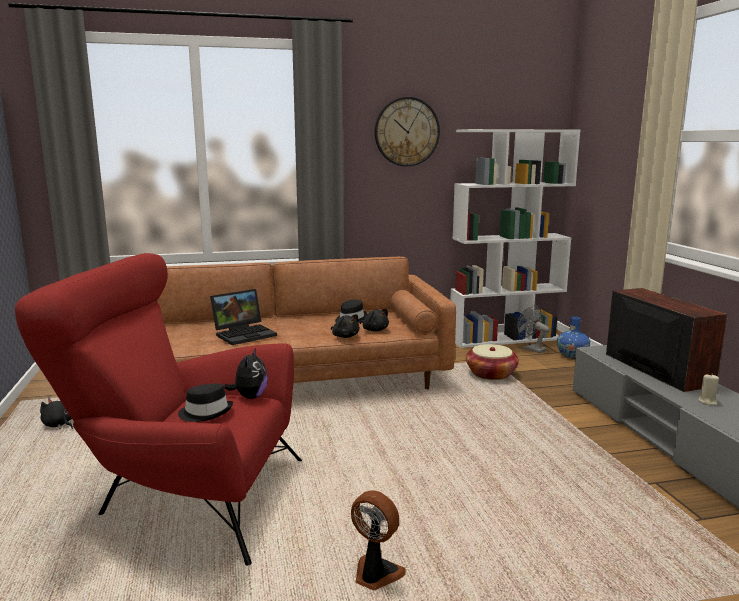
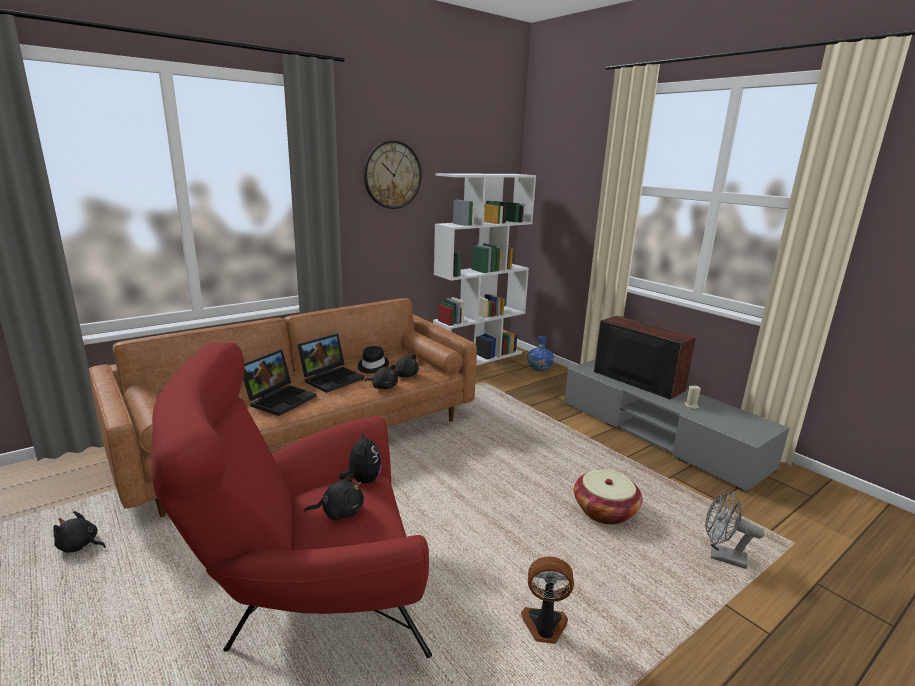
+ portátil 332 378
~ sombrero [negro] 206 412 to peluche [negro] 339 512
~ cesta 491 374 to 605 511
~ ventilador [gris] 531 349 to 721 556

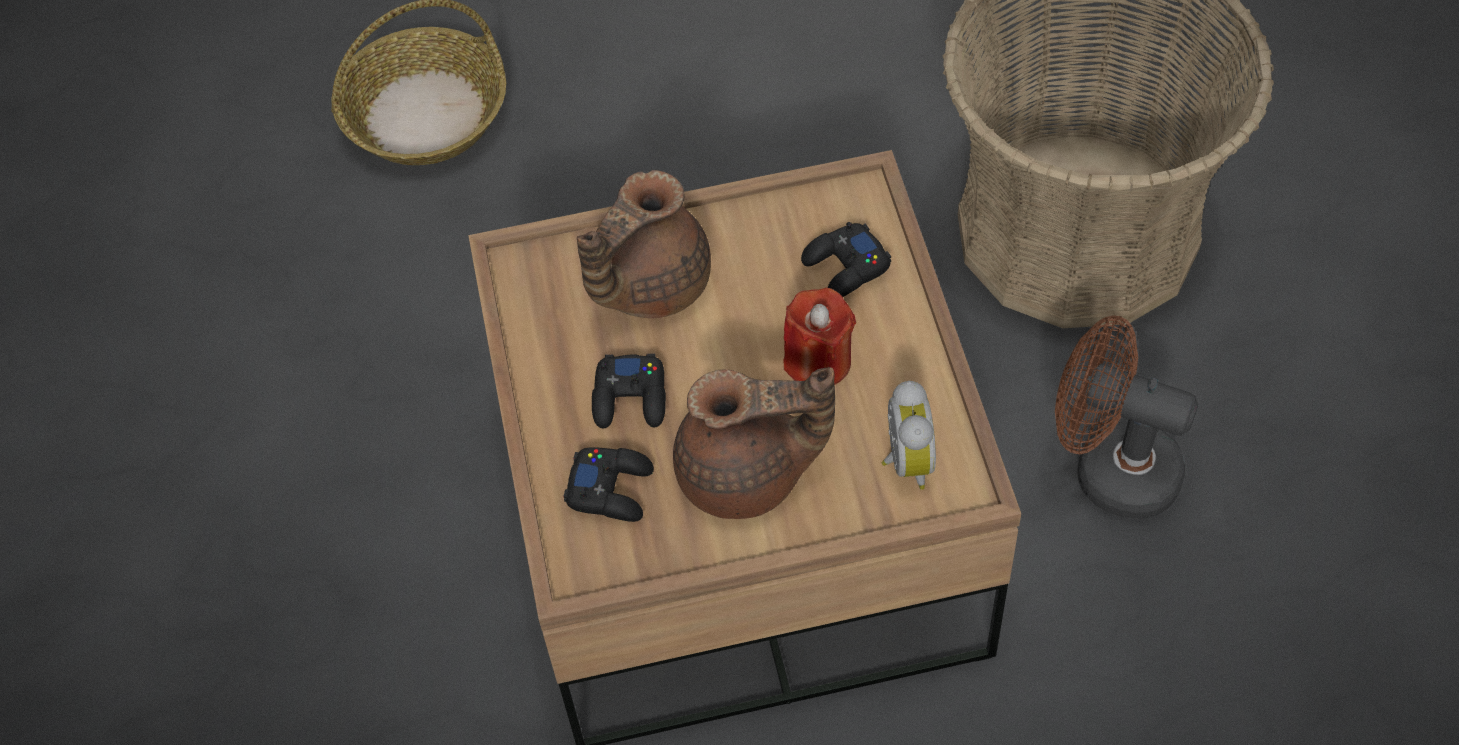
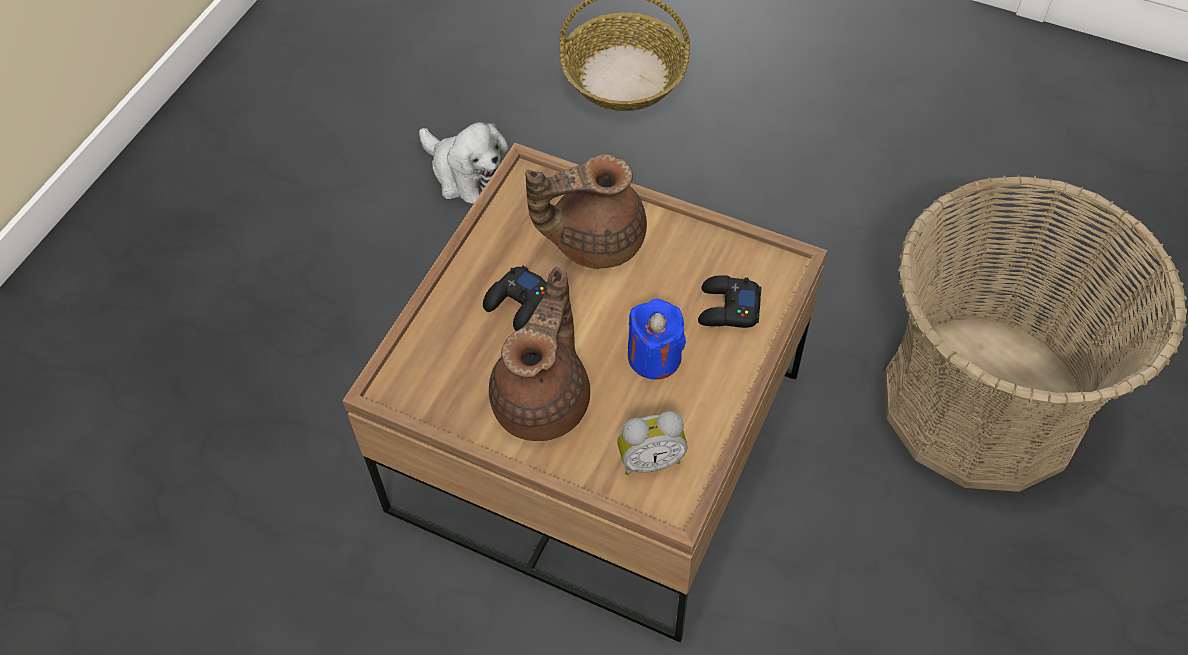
+ peluche 466 174
~ tetera [marrón] 747 475 = 544 399 105 degrees counterclockwise
~ despertador 904 462 = 650 459 45 degrees clockwise
~ vela [rojo] 818 361 to vela [azul] 654 357
- mando de consola [negro] 611 489
- ventilador [marrón] 1110 469

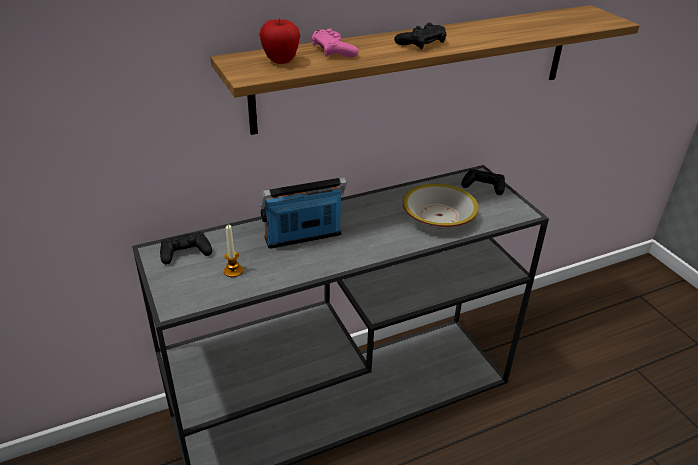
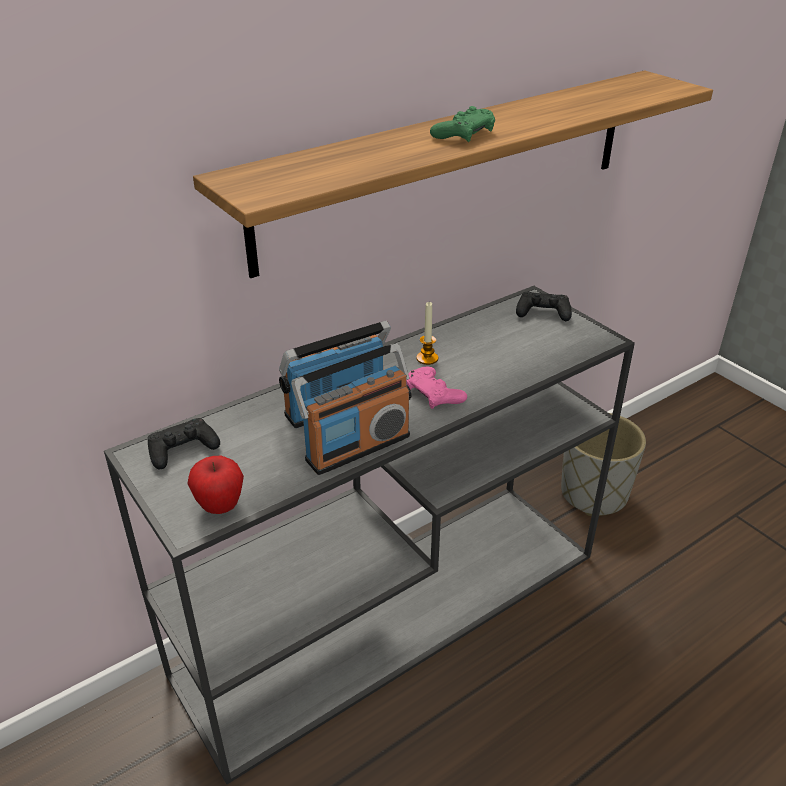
~ manzana 281 61 to 220 506
+ radio 357 447
~ mando de consola [rosa] 333 51 to 434 394
~ vela 233 271 to 427 358
~ mando de consola [negro] 421 43 to mando de consola [verde] 464 134
+ maceta [gris] 594 494
- cuenco 439 216

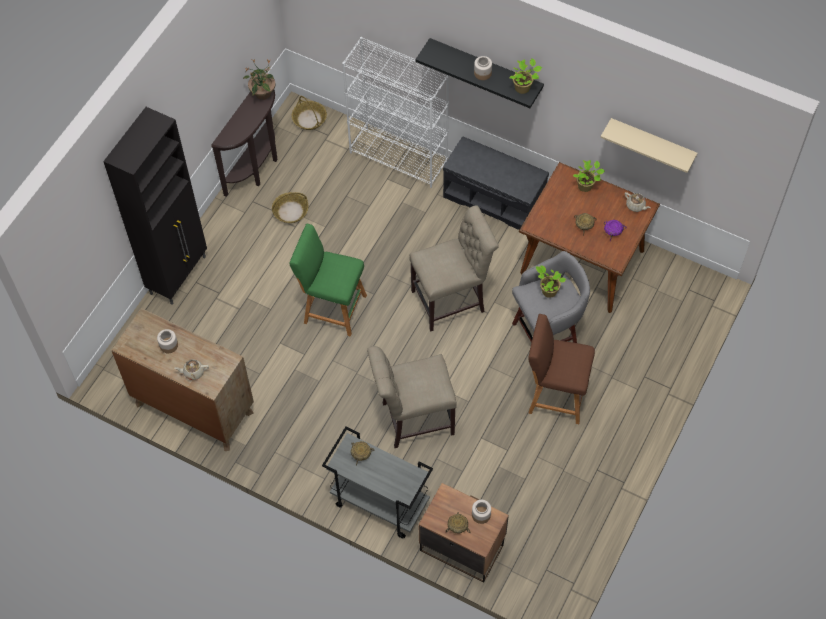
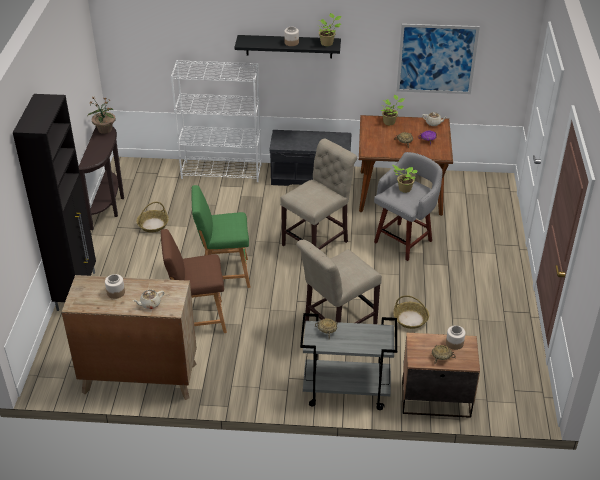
~ taburete [marrón] 554 395 to 197 319
~ cesta 309 119 to 411 319
~ estante [beis] 652 143 to cuadro 436 59

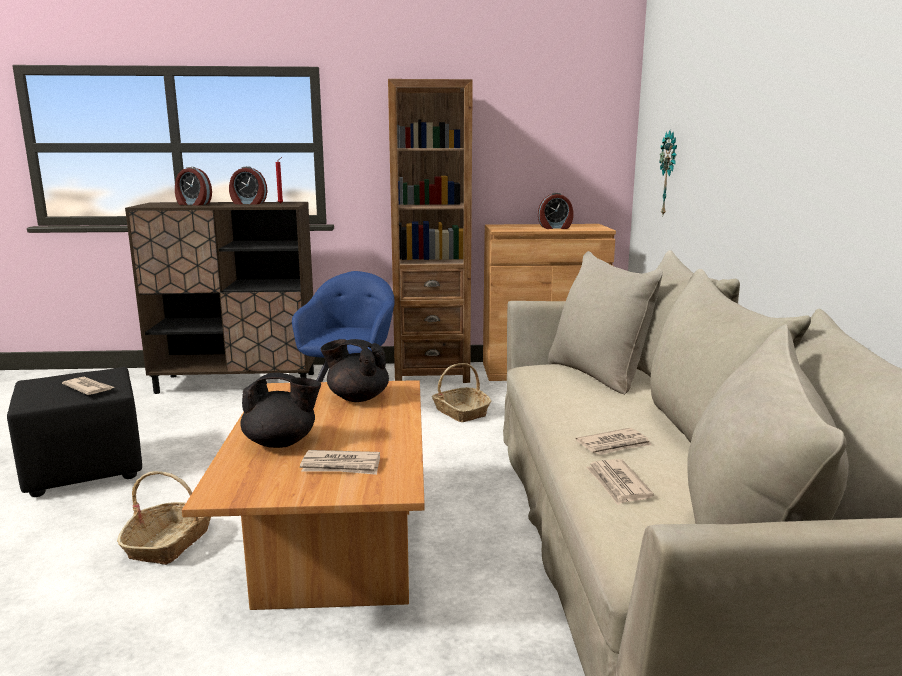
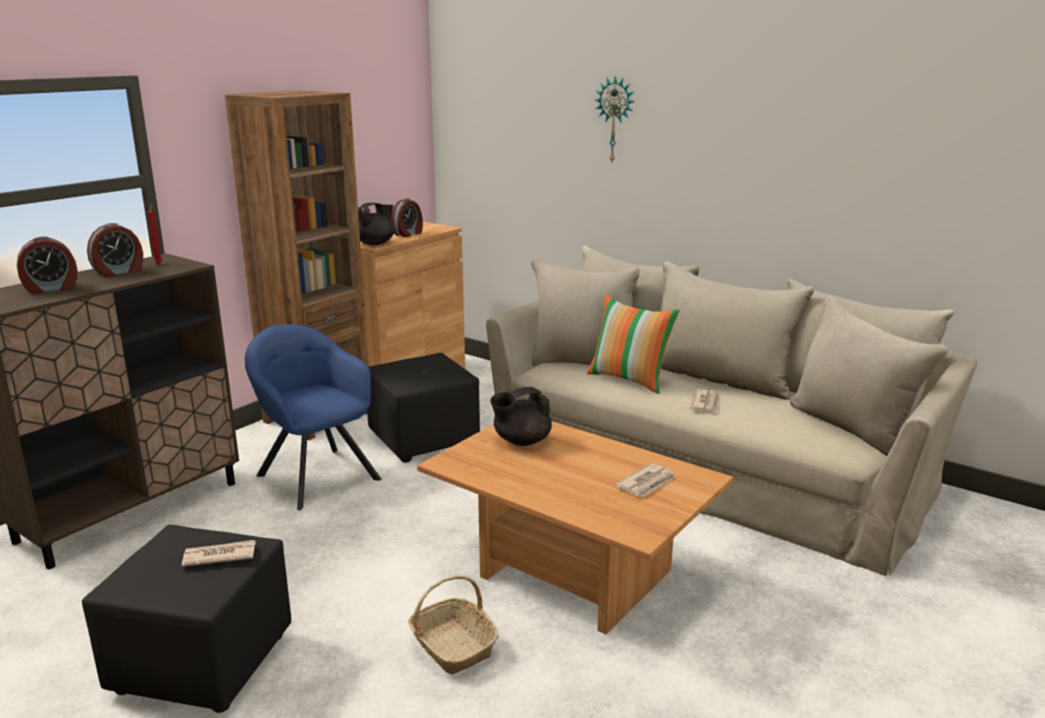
~ tetera [negro] 281 443 to 375 243
~ cesta 460 412 to puf [negro] 422 440
+ cojín 629 379
~ reloj de pared 670 173 to 615 120
- periódico 617 484

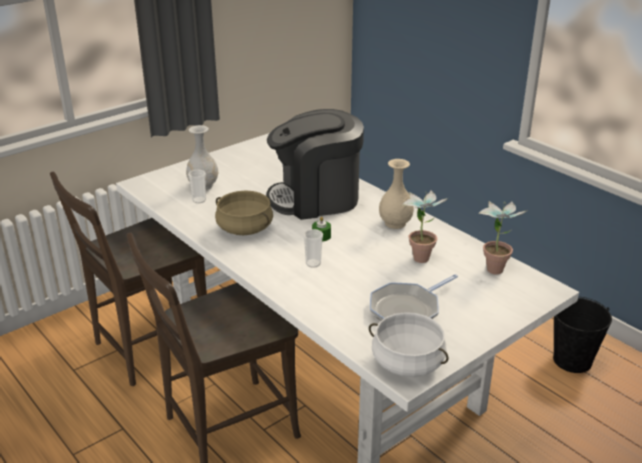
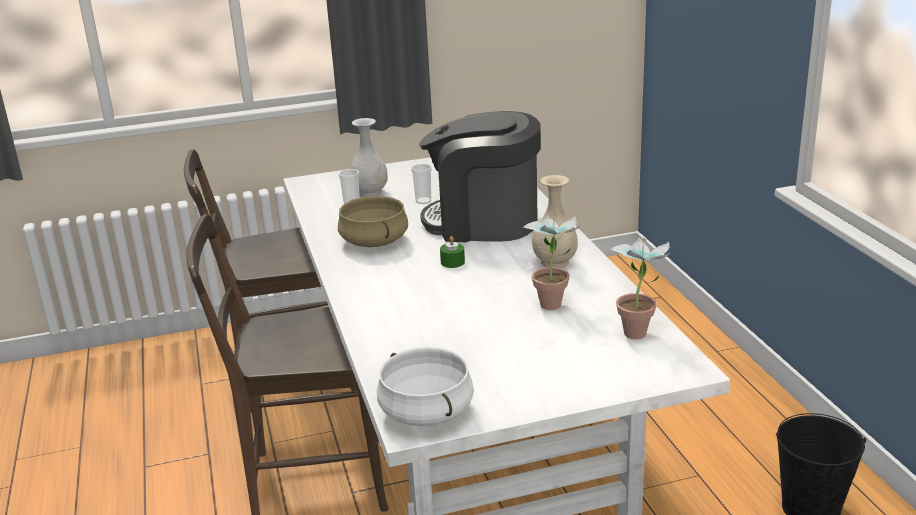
~ taza 313 263 to 423 201
- sartén 407 309

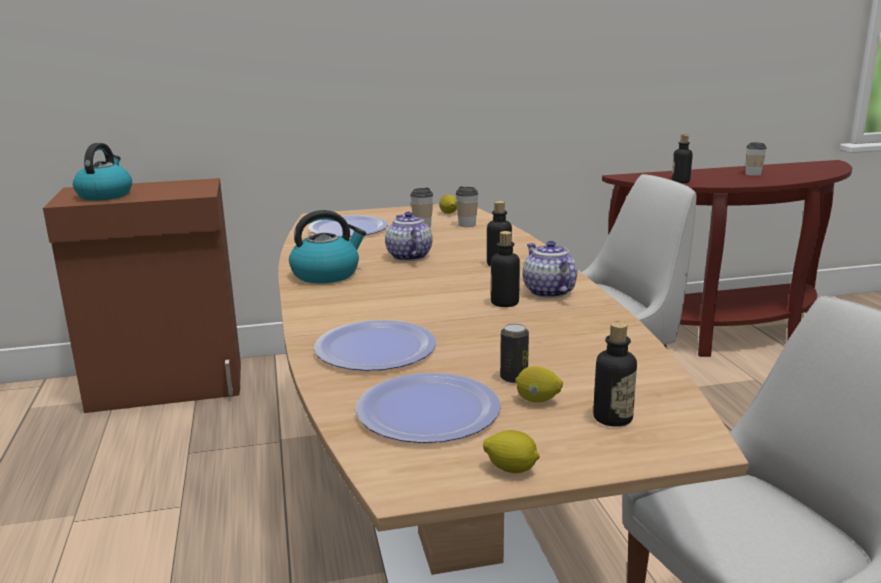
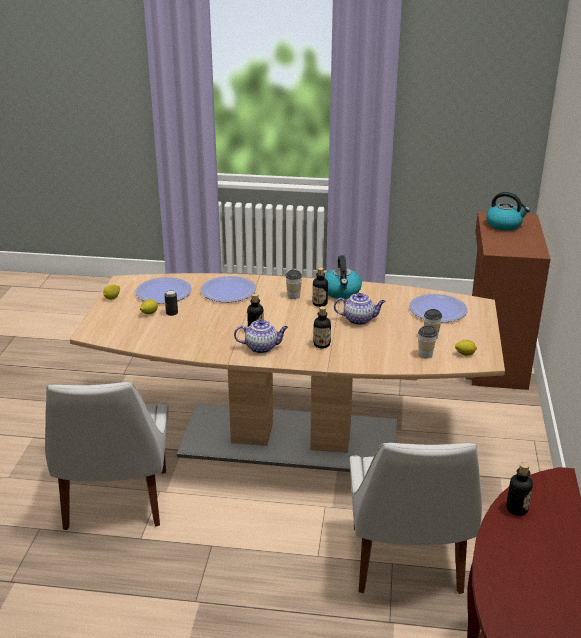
~ taza 753 174 to 293 296
~ botella 612 418 to 320 303

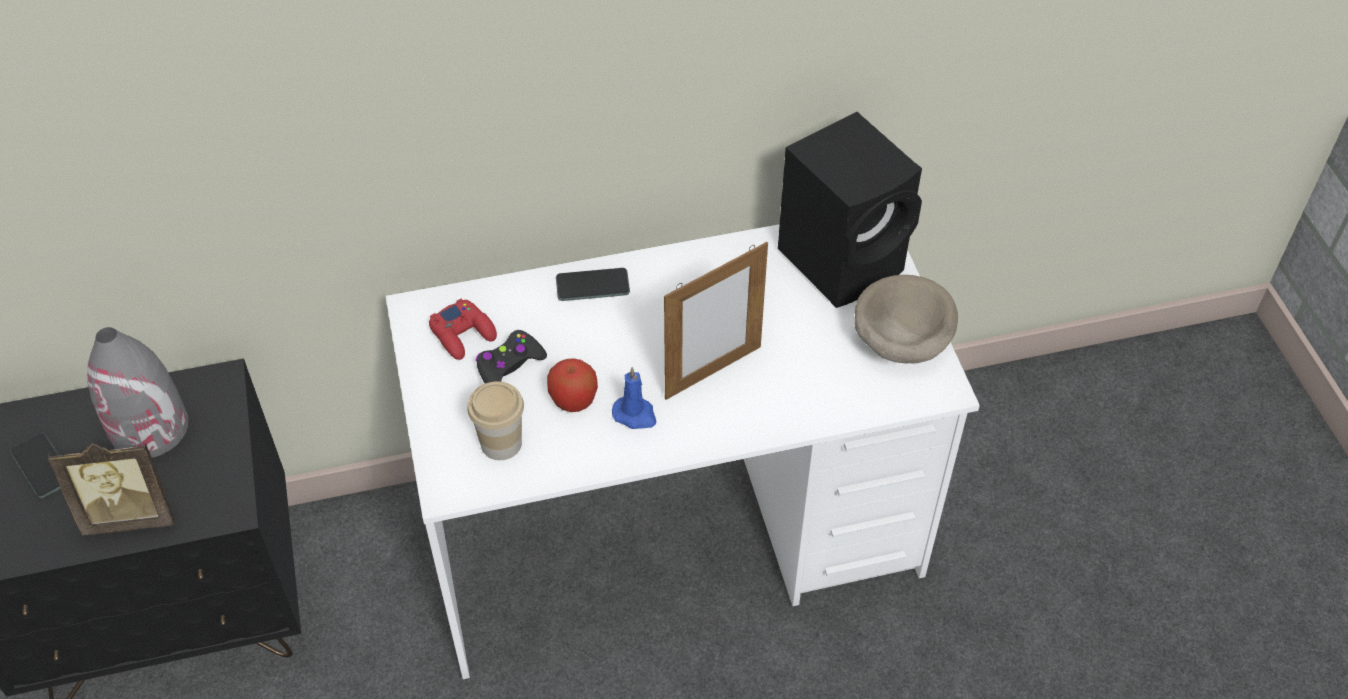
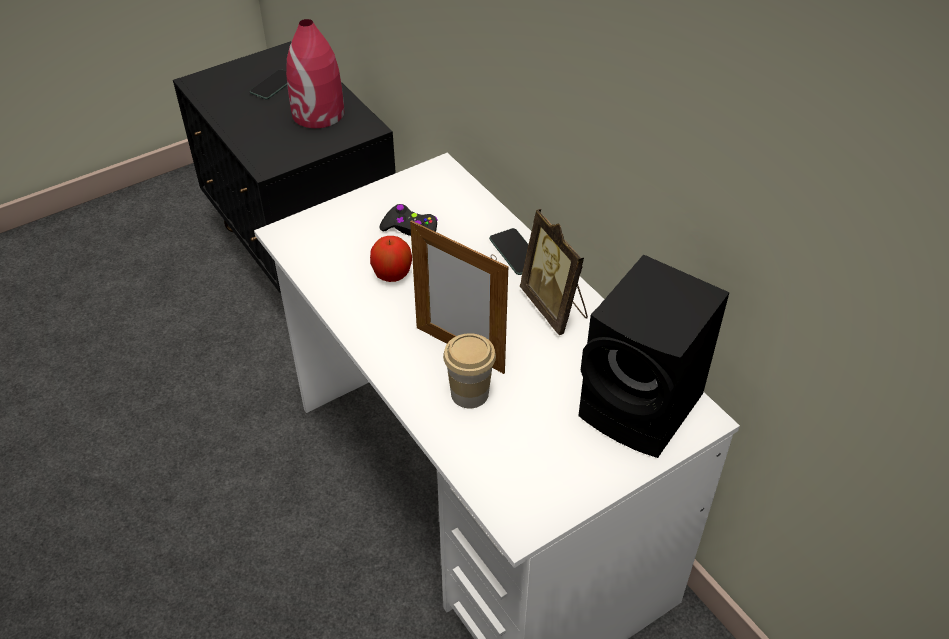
~ florero [gris] 150 428 to florero [rojo] 318 114
~ taza 501 443 to 469 393
~ portarretratos 131 514 to 555 307
- mando de consola [rojo] 463 334
- vela [azul] 635 414
- cuenco [beis] 899 342

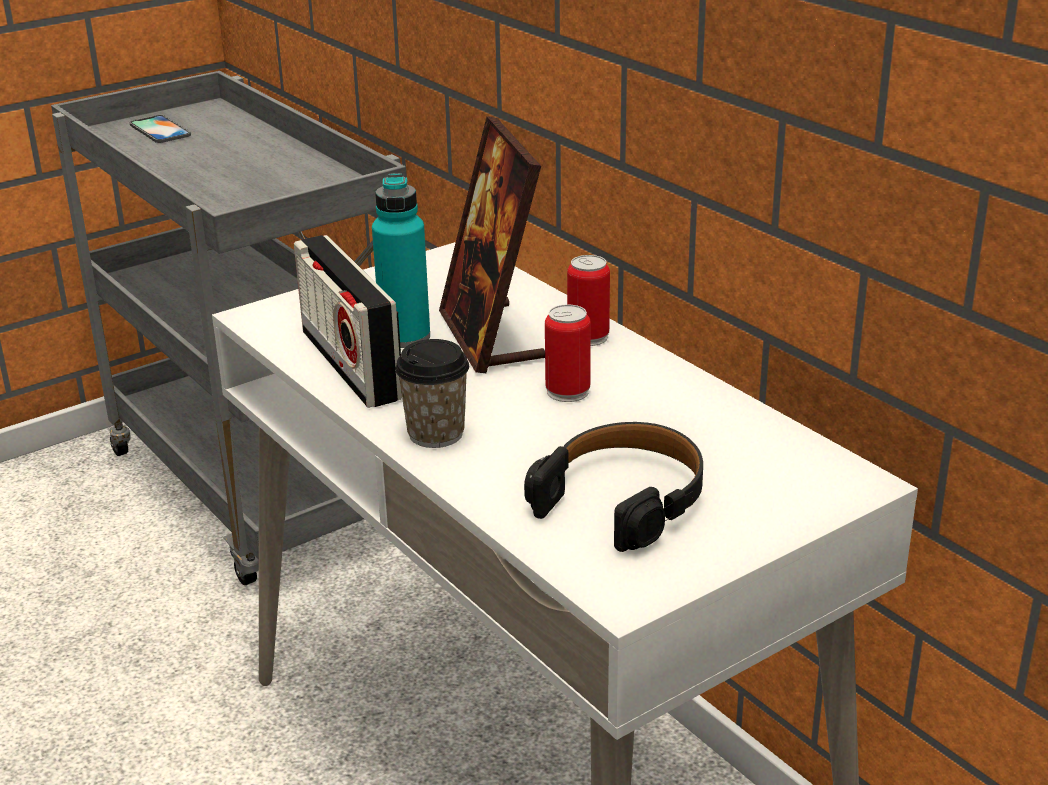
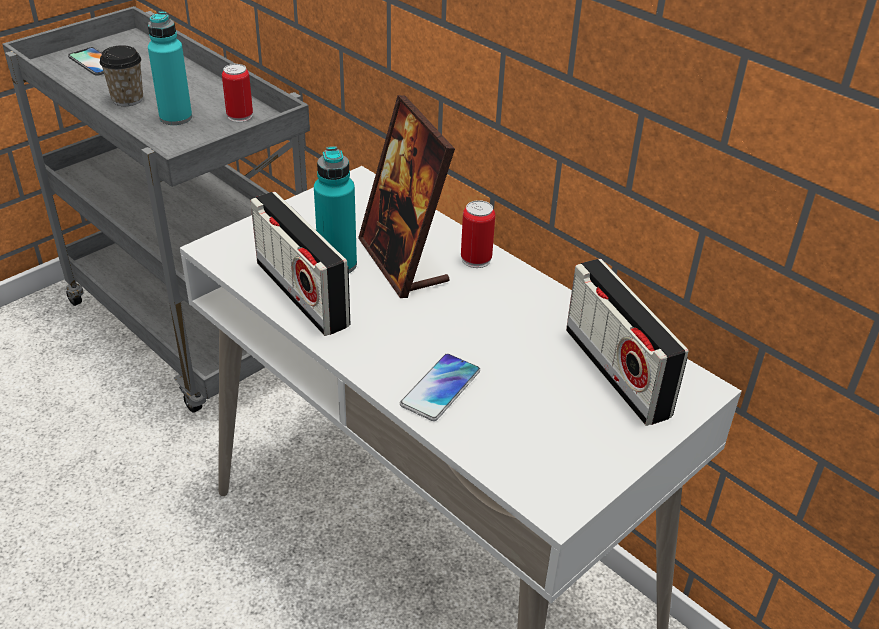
~ taza 436 434 to 127 99
+ botella [turquesa] 176 118
~ lata 567 391 to 240 116
+ móvil 440 388
+ radio 616 372
- auriculares [negro] 623 499

